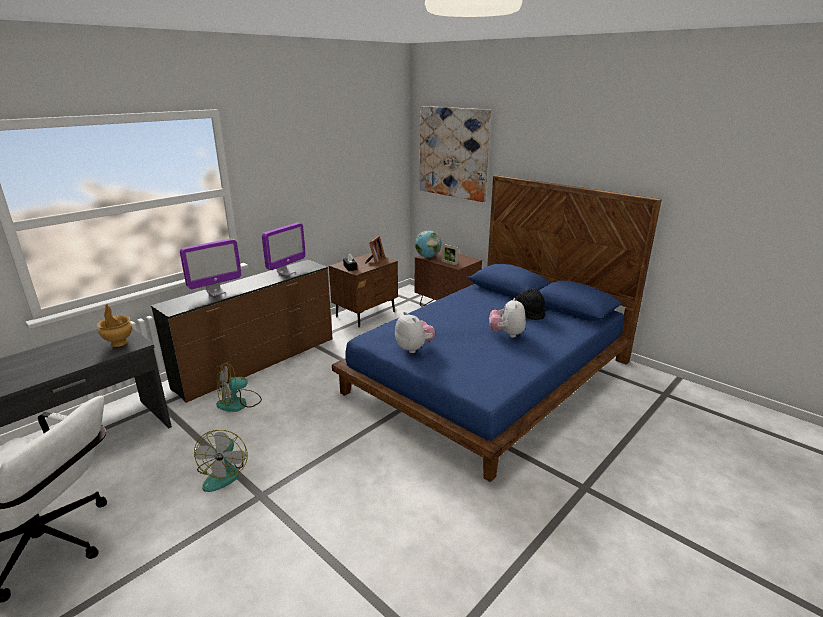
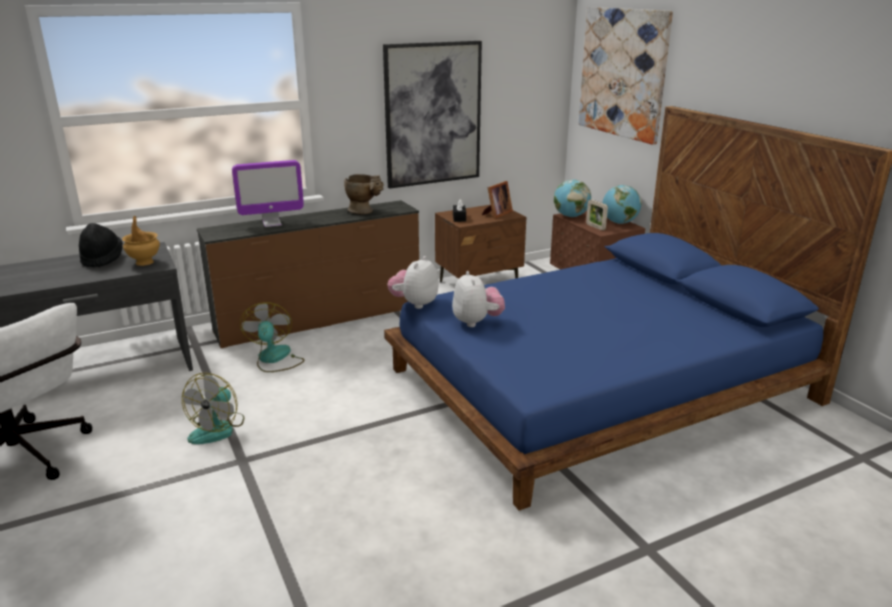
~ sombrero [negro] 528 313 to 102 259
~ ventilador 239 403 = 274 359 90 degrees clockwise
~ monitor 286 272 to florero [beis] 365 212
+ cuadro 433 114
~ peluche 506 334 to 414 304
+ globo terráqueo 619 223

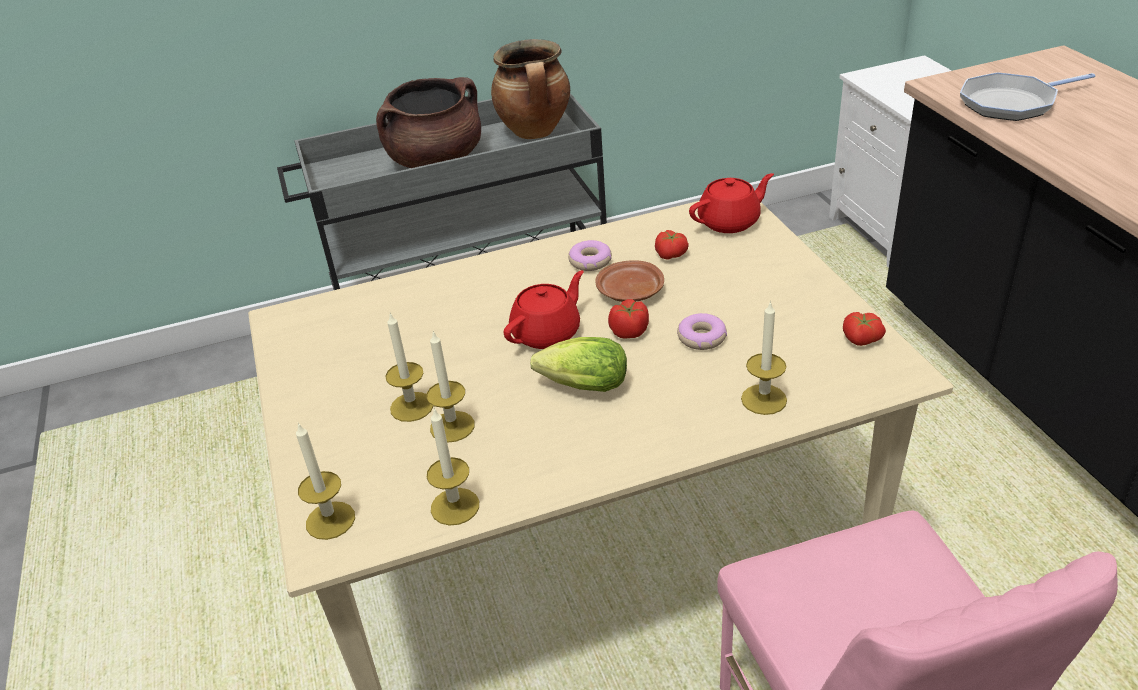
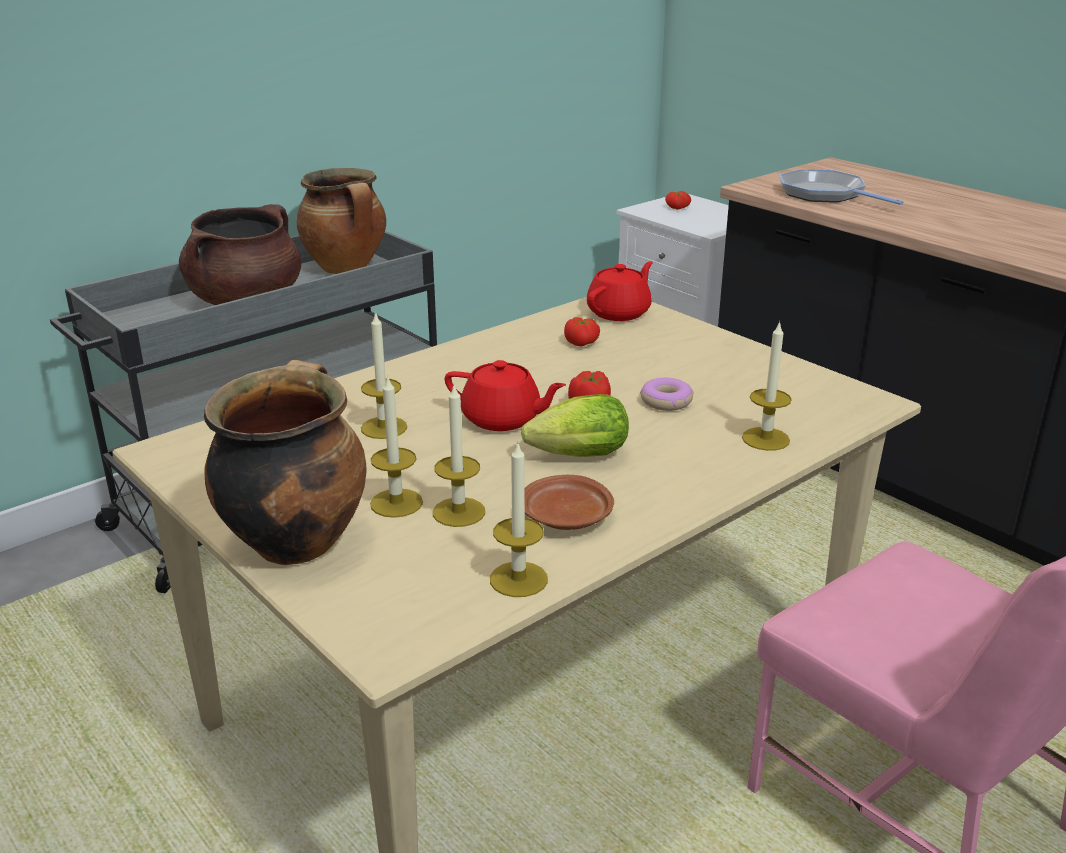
+ olla 295 540
~ vela 330 520 to 384 427
~ tetera [rojo] 547 333 = 502 419 90 degrees clockwise
~ plato [marrón] 630 292 to 566 517
~ tomate 861 340 to 677 208
~ sartén 1011 103 = 825 194 90 degrees clockwise
- rosquilla 590 261

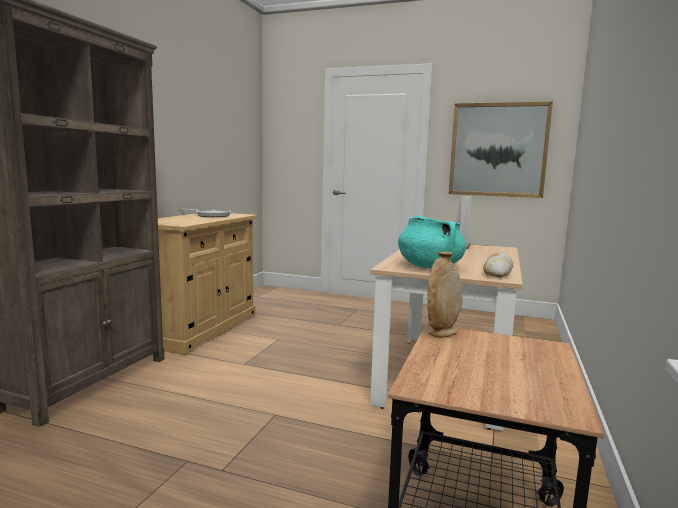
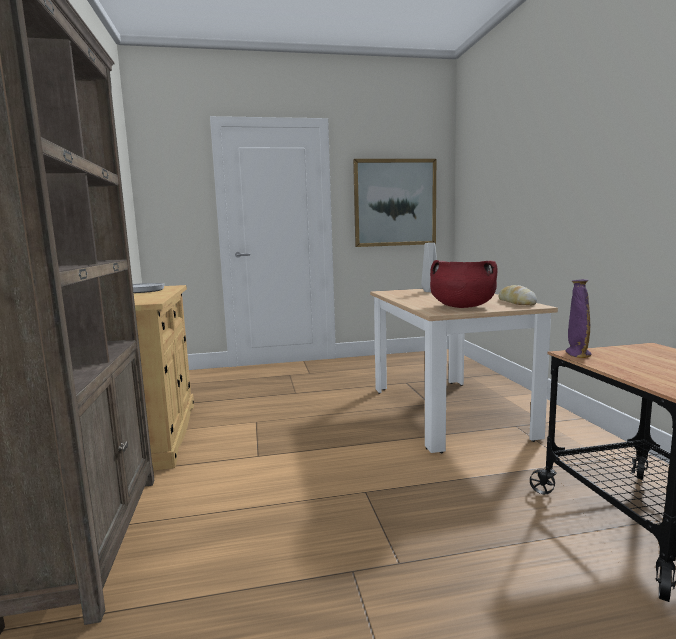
~ olla [turquesa] 429 266 to olla [rojo] 461 307
~ florero [beis] 442 333 to florero [morado] 578 354

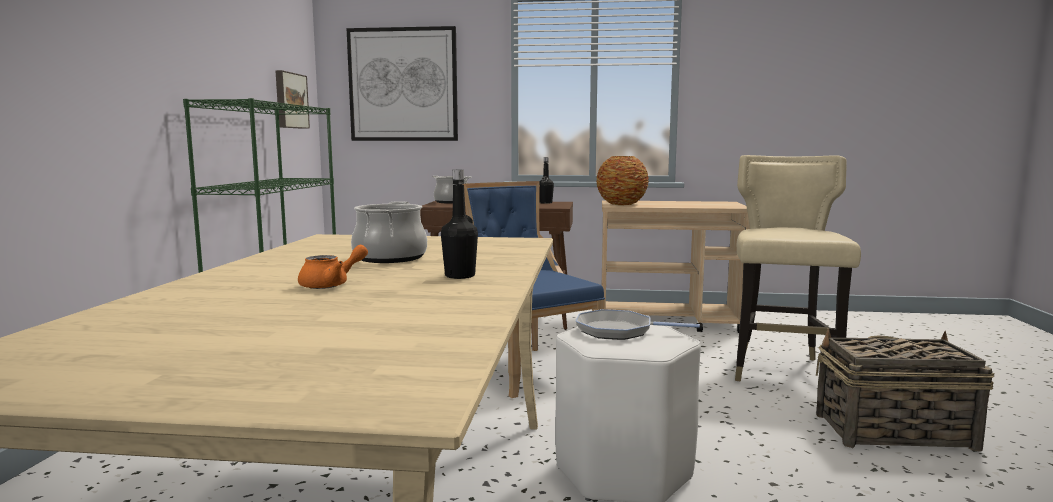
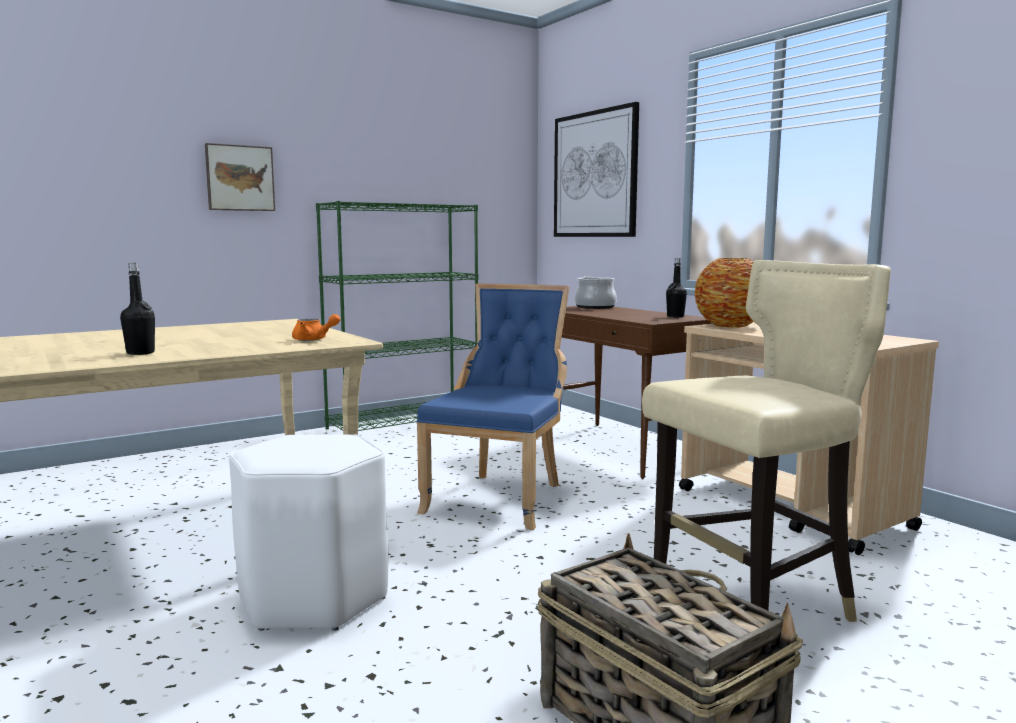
~ cuadro 290 100 to 239 178
~ tetera [naranja] 331 285 to 313 340
- olla 390 258
- sartén 619 331

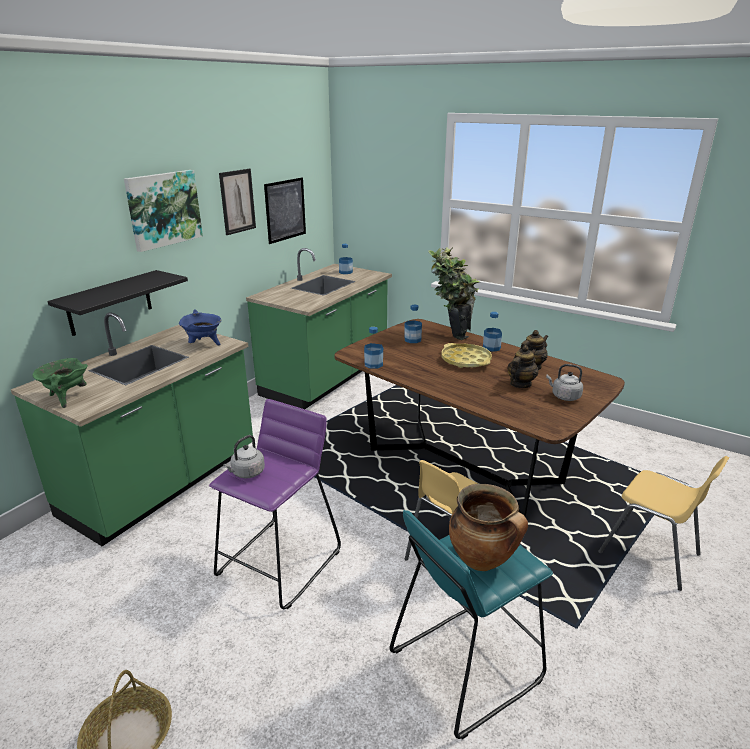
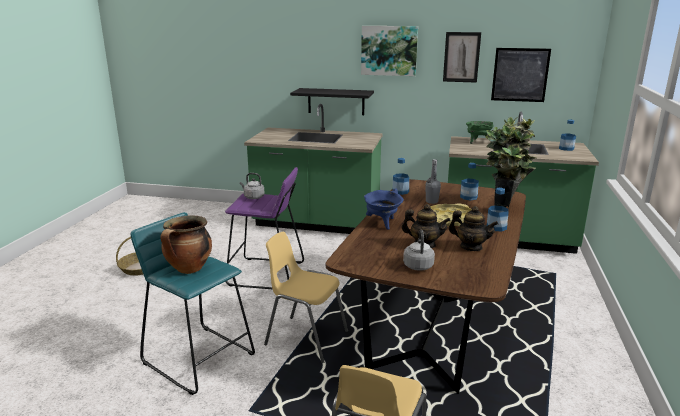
~ olla [azul] 204 345 to 382 223
+ botella [gris] 432 201
~ olla [verde] 67 398 to 478 142

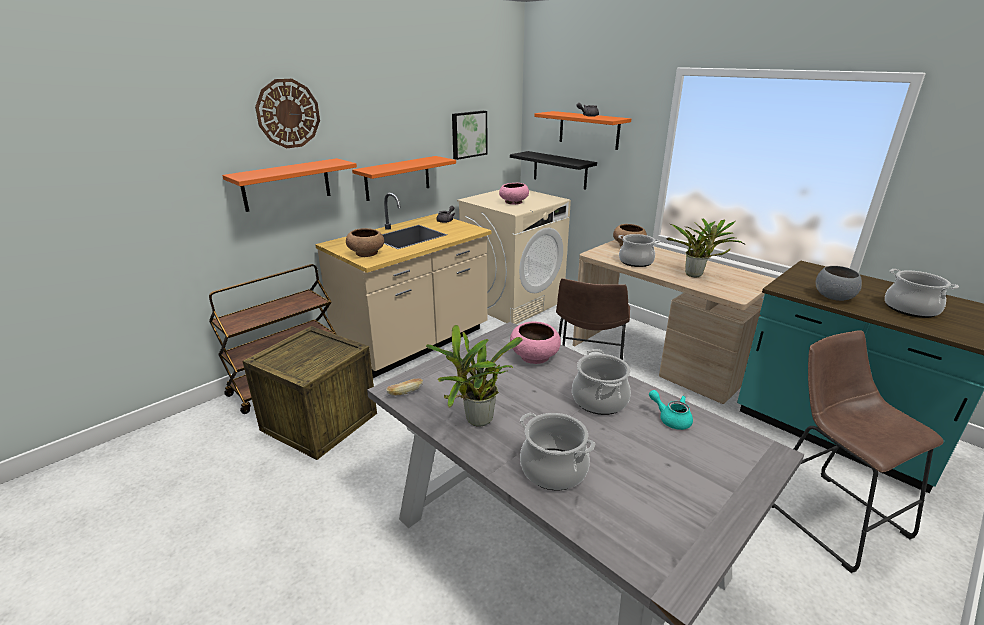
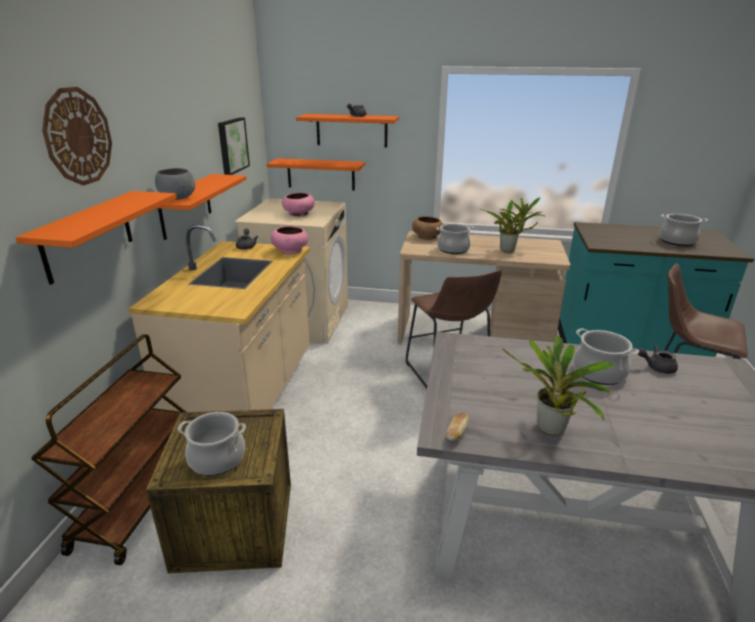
~ cuenco [gris] 833 297 to 177 198
~ olla 553 469 to 217 459
~ estante [negro] 560 170 to estante [naranja] 321 174
~ cuenco [rosa] 535 356 to 290 250
~ tetera [turquesa] 671 419 to tetera [gris] 656 367
- cuenco [marrón] 366 253

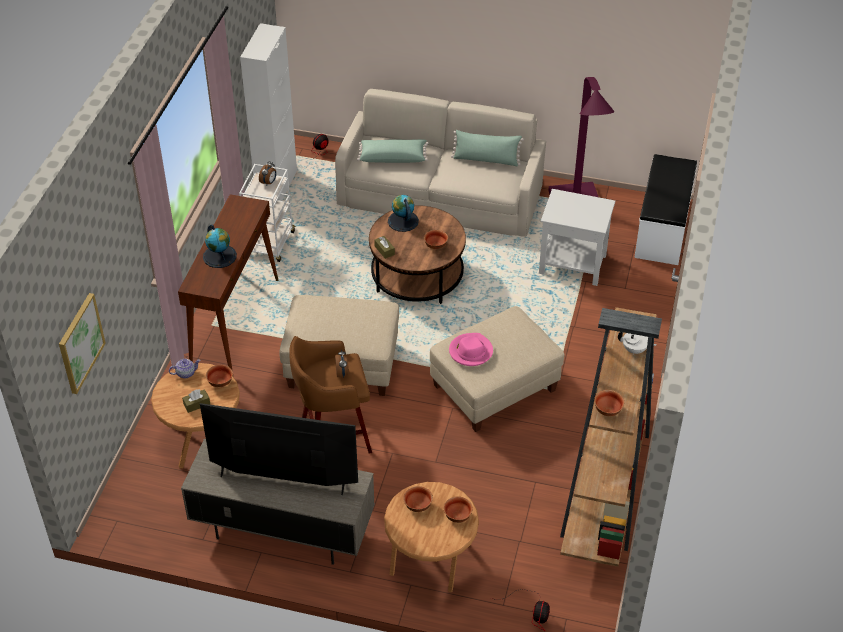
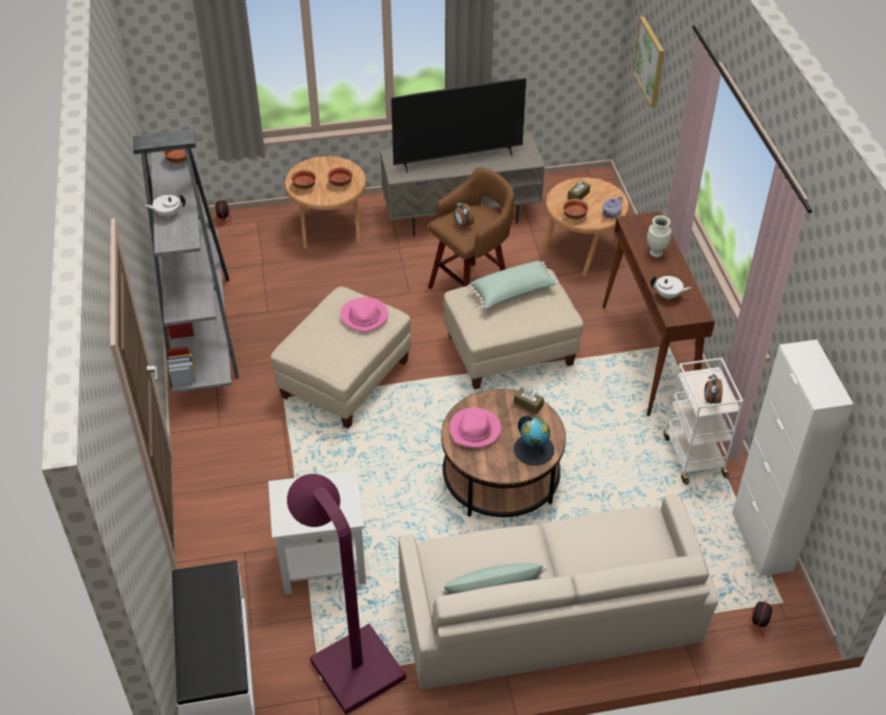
~ estantería [marrón] 606 486 to estantería [gris] 200 328
~ cuenco 435 245 to sombrero [rosa] 475 430
~ cojín [verde] 393 157 to 513 293
~ globo terráqueo 220 256 to florero 656 253
+ tetera [blanco] 668 295

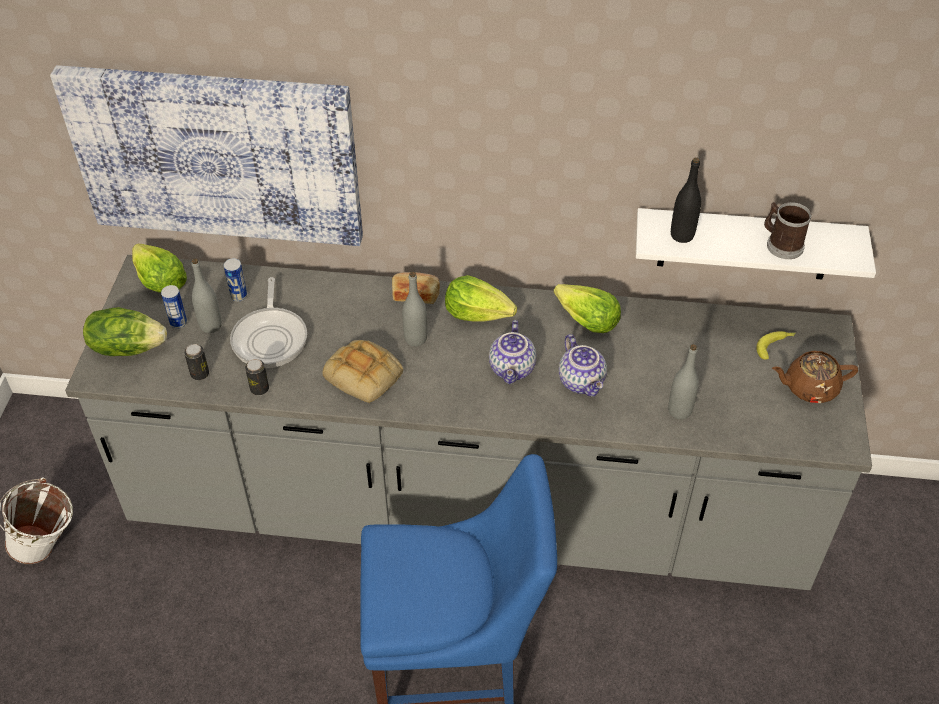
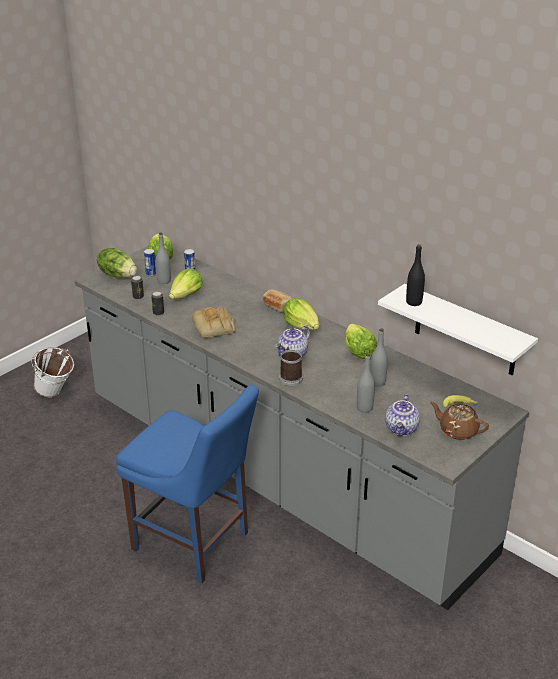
~ sartén 270 338 to lechuga 186 296
~ taza grande 781 244 to 290 377
~ botella [gris] 415 339 to 377 382
~ tetera 582 382 to 402 429
- cuadro 217 153

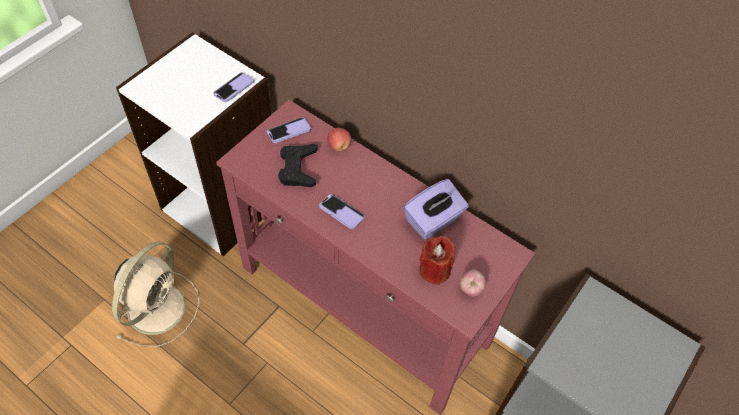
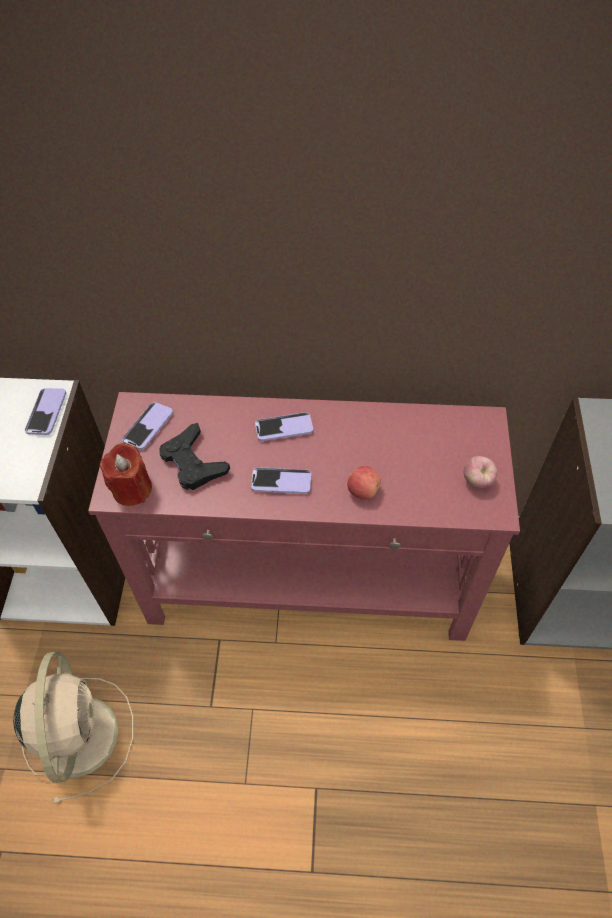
~ vela [rojo] 434 270 to 132 489
+ móvil 284 428
~ manzana 339 146 to 363 490
- caja de pañuelos [morado] 433 220

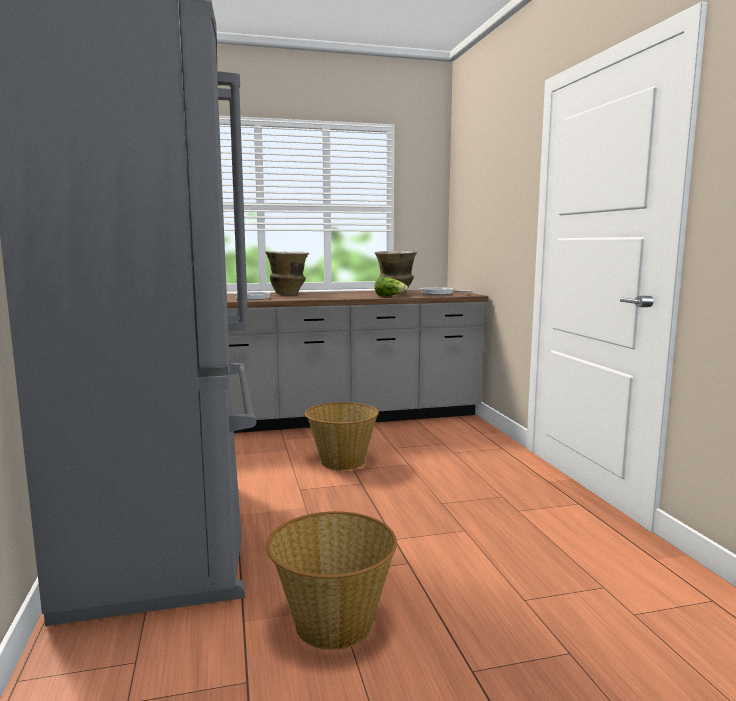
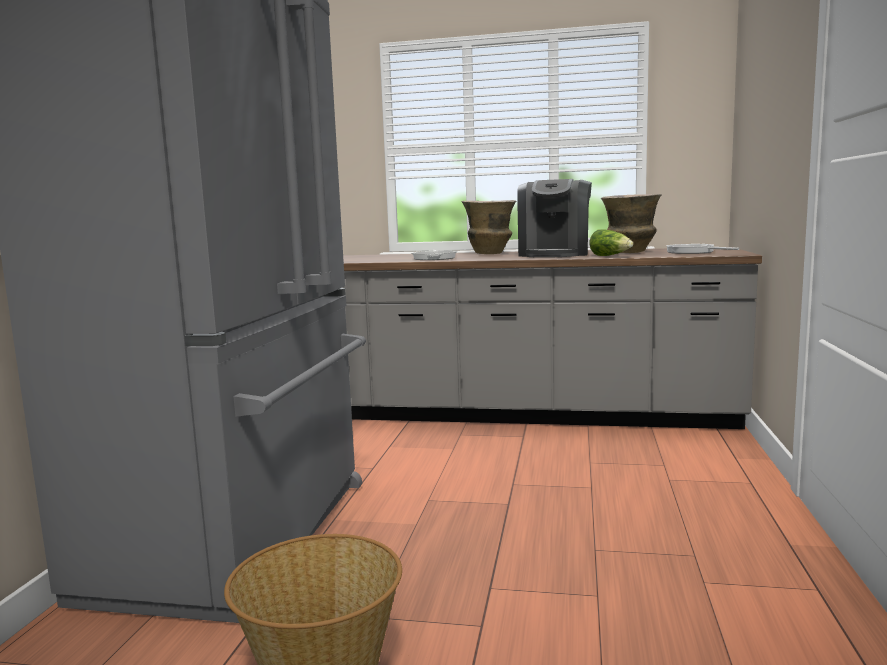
+ cafetera 554 254
- cesta 342 461

